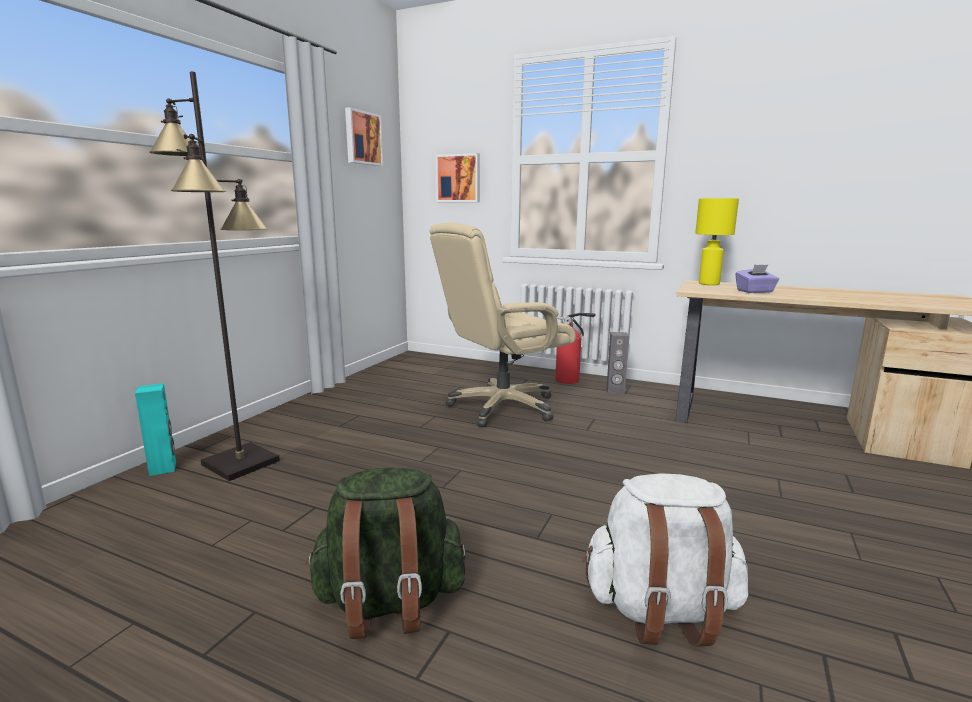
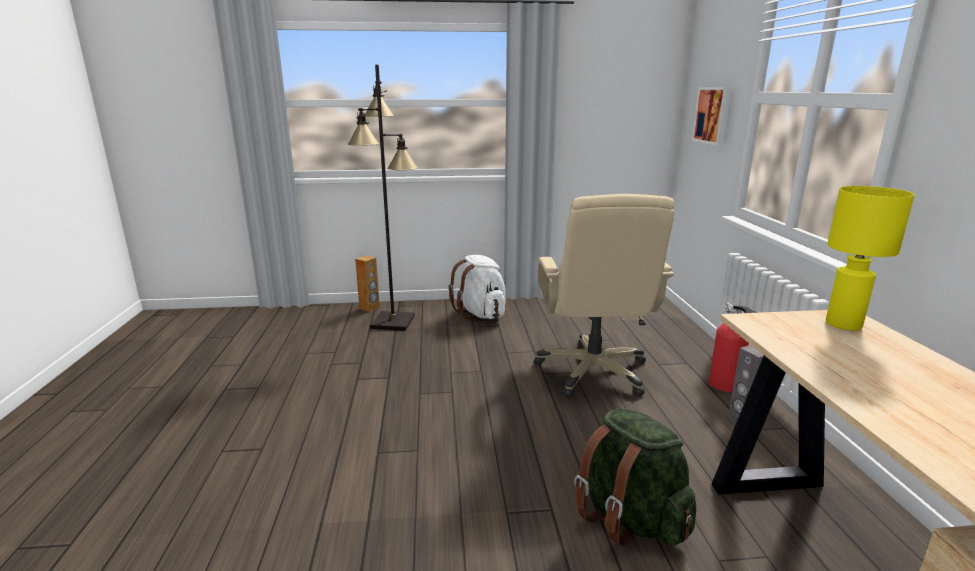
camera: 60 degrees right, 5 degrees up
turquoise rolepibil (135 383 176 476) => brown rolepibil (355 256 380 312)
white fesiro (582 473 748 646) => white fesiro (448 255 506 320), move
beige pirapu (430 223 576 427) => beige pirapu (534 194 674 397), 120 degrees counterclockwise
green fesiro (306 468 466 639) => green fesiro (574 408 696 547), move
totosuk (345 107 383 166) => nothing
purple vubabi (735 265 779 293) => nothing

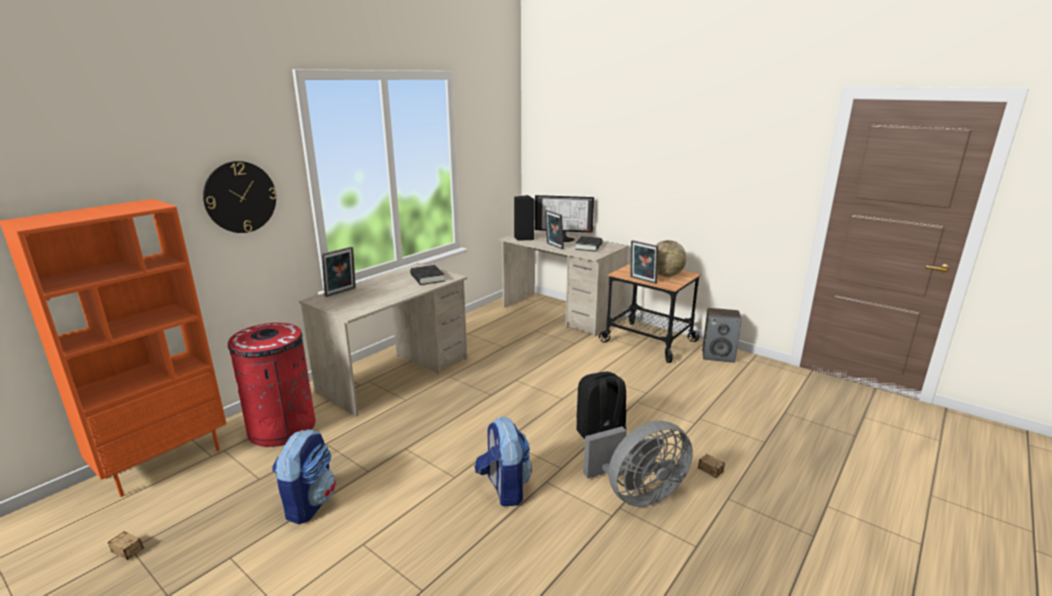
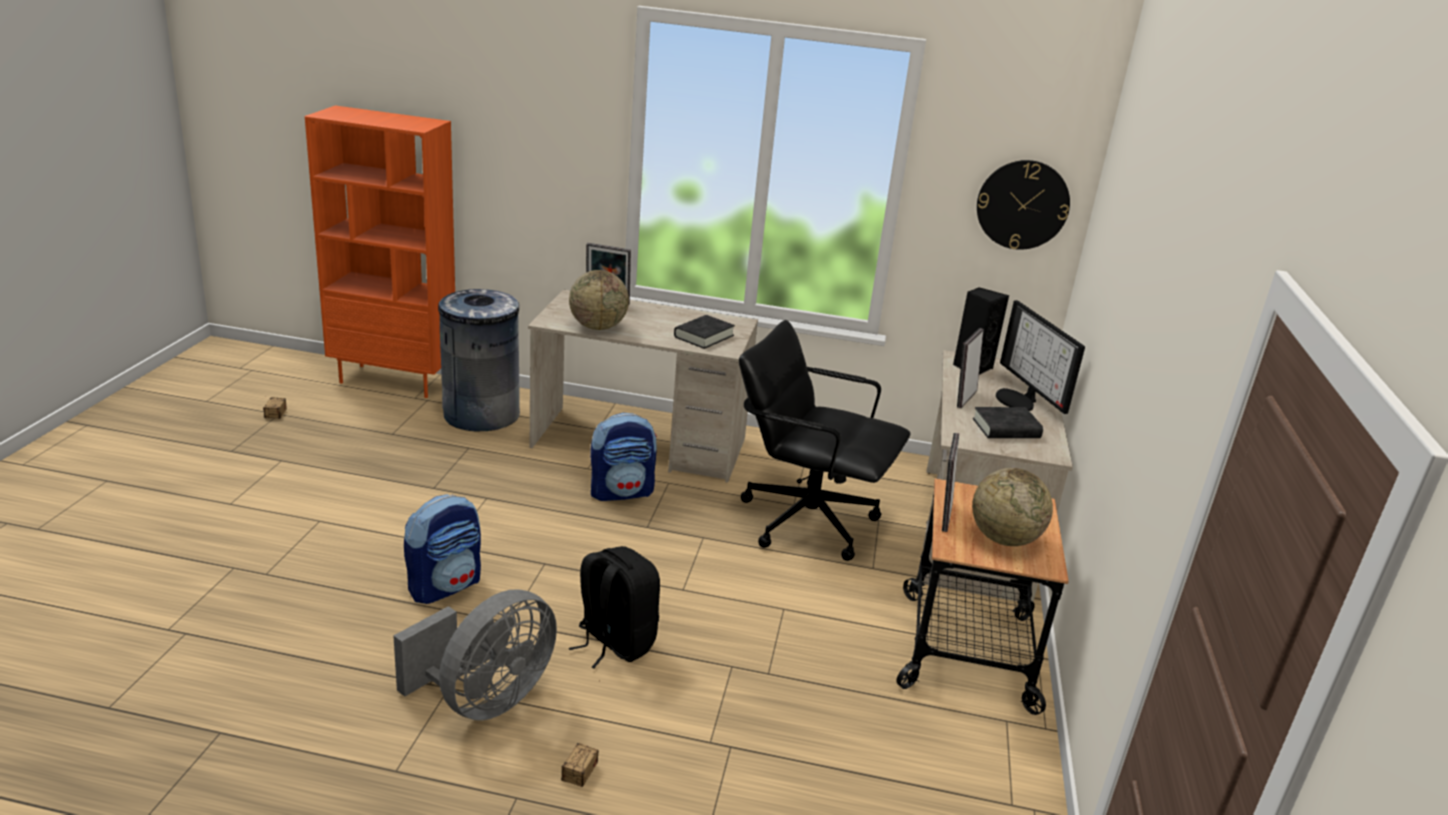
camera: 60 degrees right, 5 degrees up
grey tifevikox (583 421 693 507) => grey tifevikox (393 589 557 721), 90 degrees counterclockwise
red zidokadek (228 323 316 447) => grey zidokadek (438 289 520 431)
nothing => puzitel (569 270 629 330)
fesiro (272 429 336 524) => fesiro (590 413 657 501), move
nothing => black pirapu (739 320 910 561)
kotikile (203 161 277 233) => kotikile (977 160 1070 250), move
rolepibil (702 308 742 363) => nothing

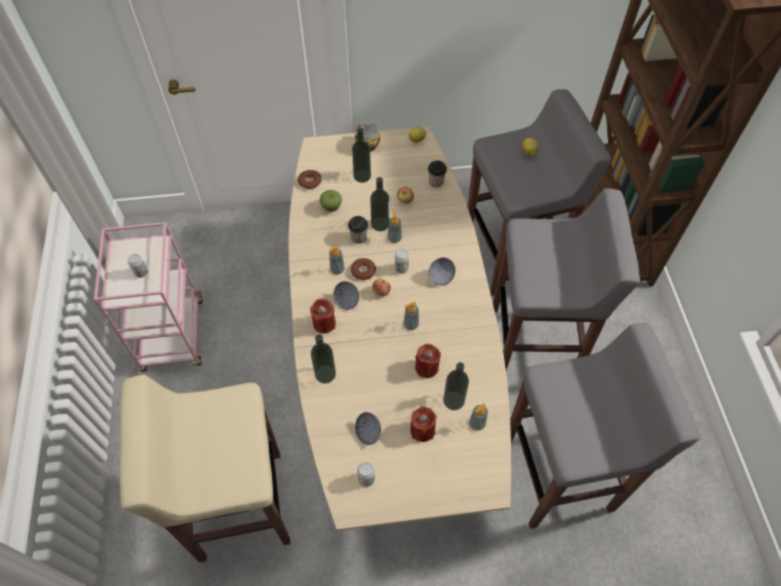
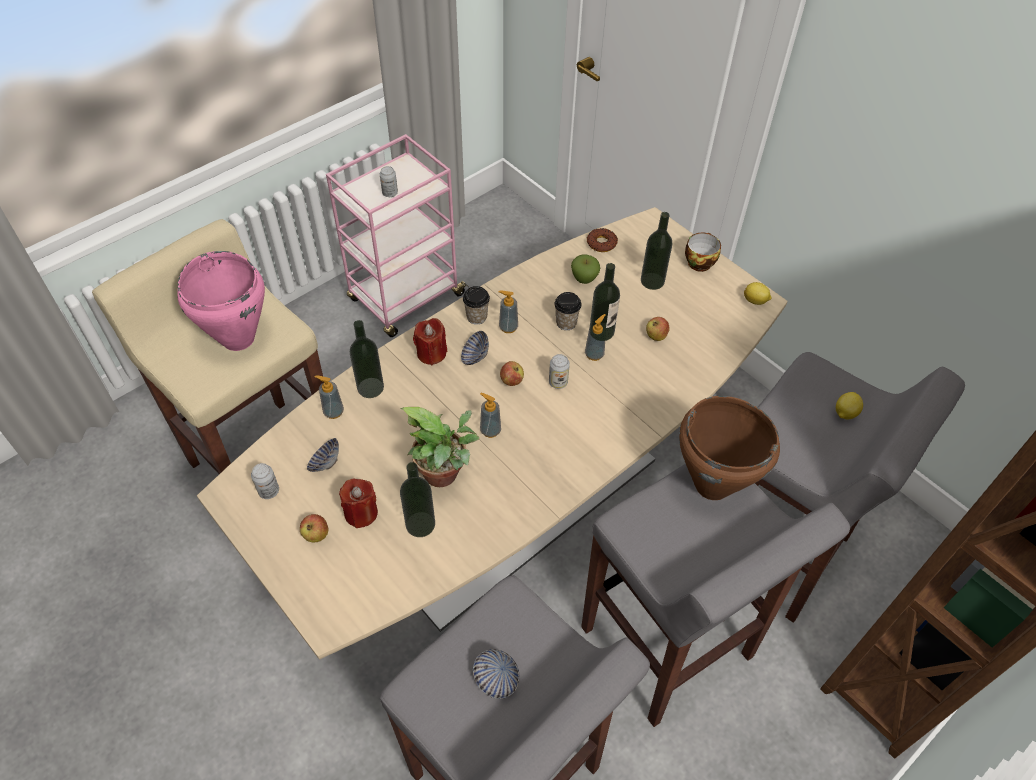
camera: 55 degrees right, 5 degrees down
nothing => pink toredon (177 251 265 351)
nothing => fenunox (300 514 328 542)
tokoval (469 403 488 431) => tokoval (315 375 344 419), move
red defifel (415 344 441 378) => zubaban (400 407 479 487)
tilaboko (428 160 447 188) => tilaboko (463 286 490 325), move
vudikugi (429 258 456 286) => vudikugi (473 649 519 699), move
nothing => brown toredon (679 396 780 500)
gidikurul (350 258 376 280) => nothing

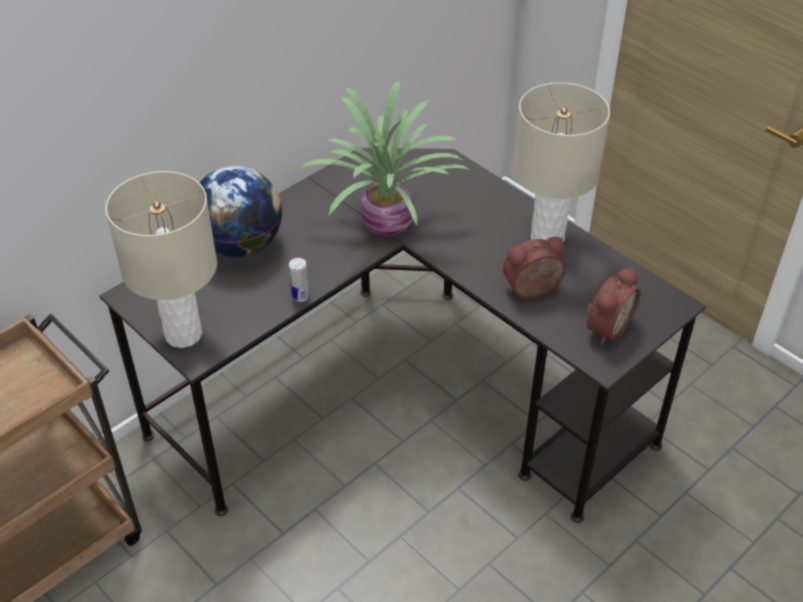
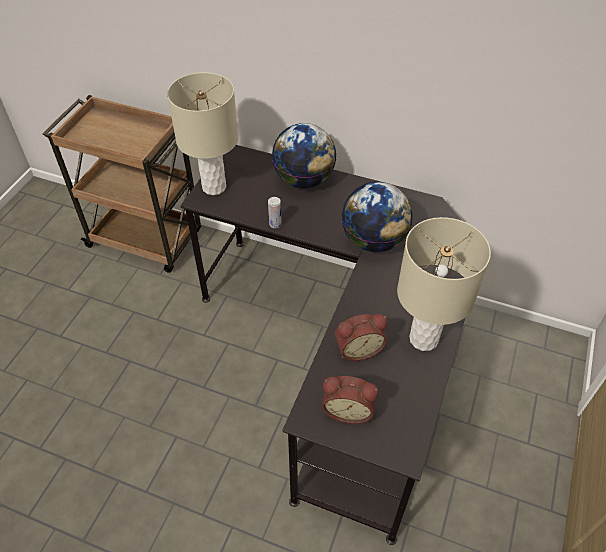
camera: 65 degrees right, 5 degrees up
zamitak (503 237 566 299) => zamitak (335 314 387 361), 120 degrees clockwise
zubaban (298 81 471 237) => puzitel (342 182 413 252)

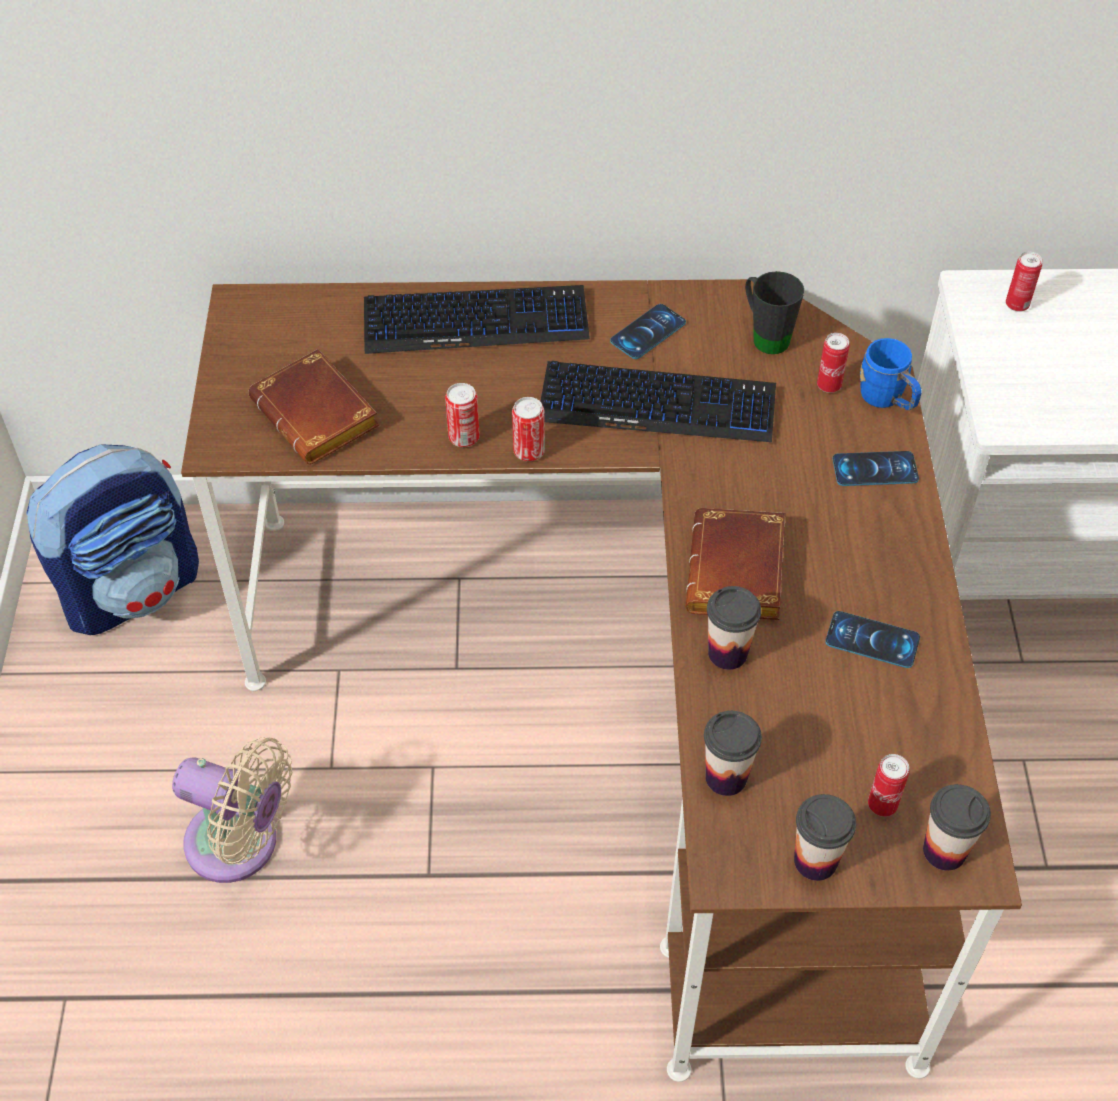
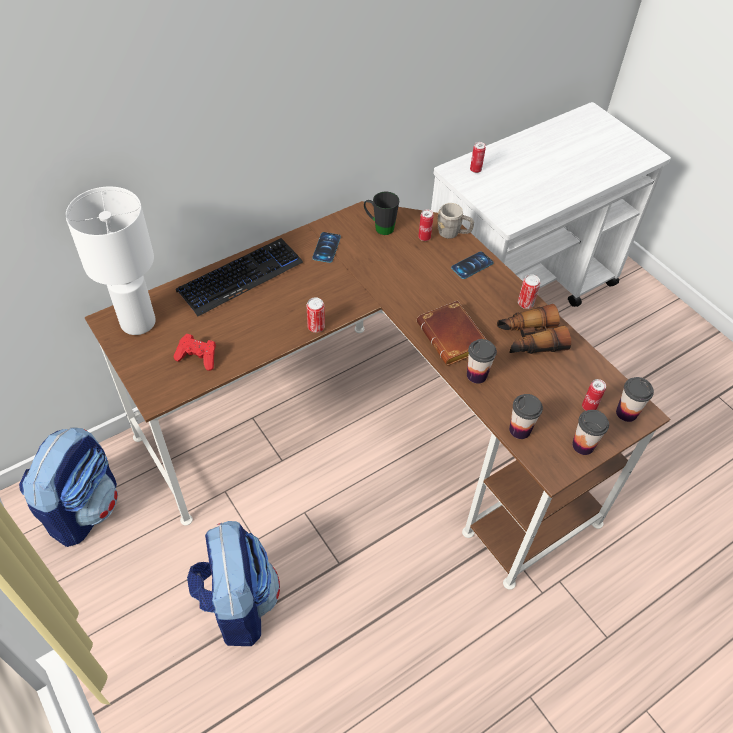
camera: 35 degrees left, 0 degrees up
nothing => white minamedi (66 187 156 335)
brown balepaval (248 349 379 464) => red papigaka (174 334 216 371)
beige tifevikox (172 737 292 883) => fesiro (187 521 280 646)
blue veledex (860 338 922 410) => grey veledex (437 203 474 239)
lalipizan (825 611 920 668) => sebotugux (497 304 571 354)
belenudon (445 383 480 447) => belenudon (518 274 540 309), move
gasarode (540 361 776 442) => nothing

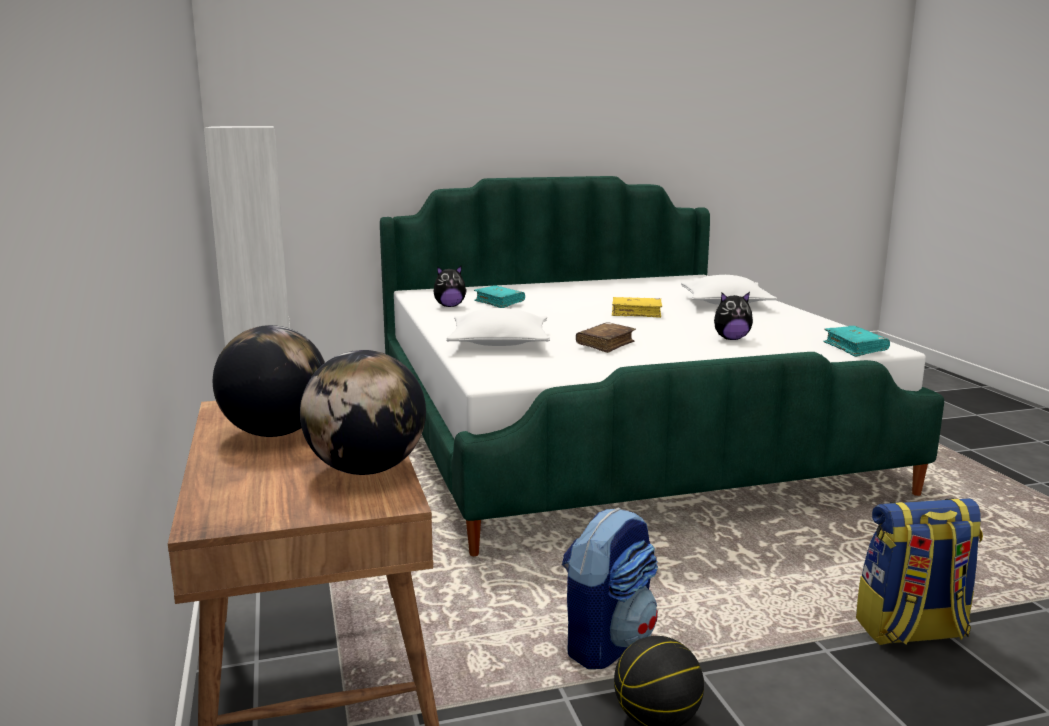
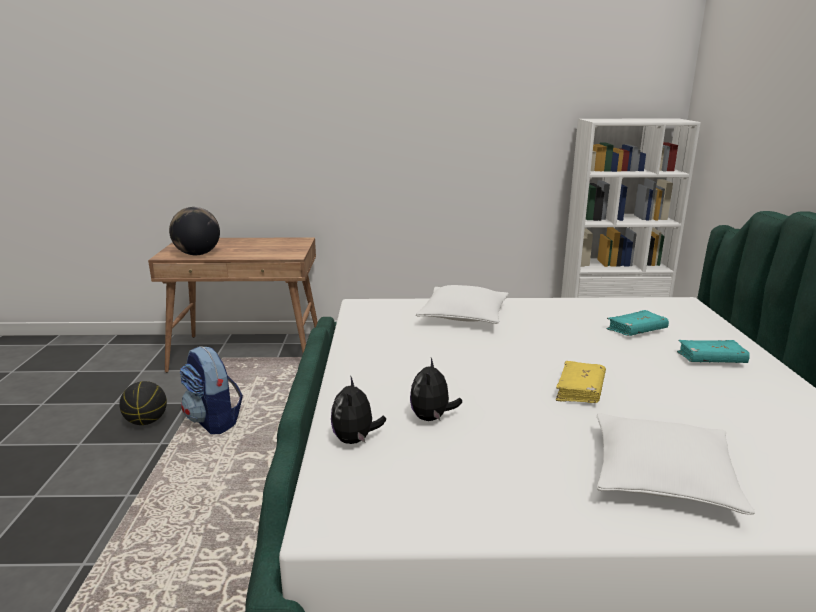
camera: 105 degrees right, 5 degrees up
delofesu (433 266 467 307) => delofesu (331 375 386 444), move
turquoise balepaval (823 326 890 357) => turquoise balepaval (677 340 750 363), move
puzitel (213 325 325 437) => nothing
brown balepaval (576 322 636 353) => nothing
fesiro (856 498 983 645) => nothing

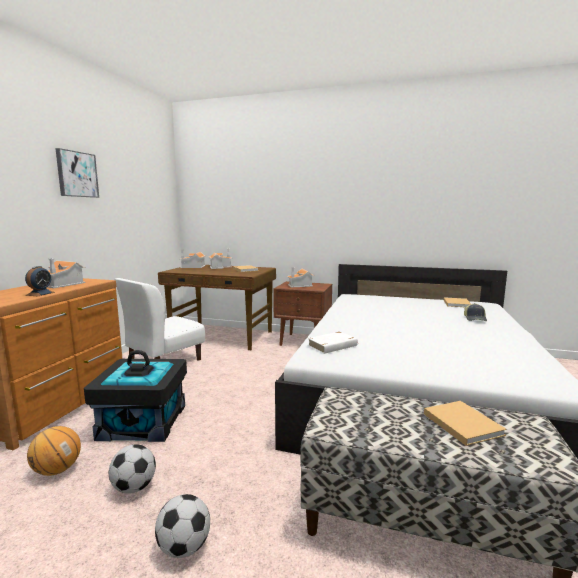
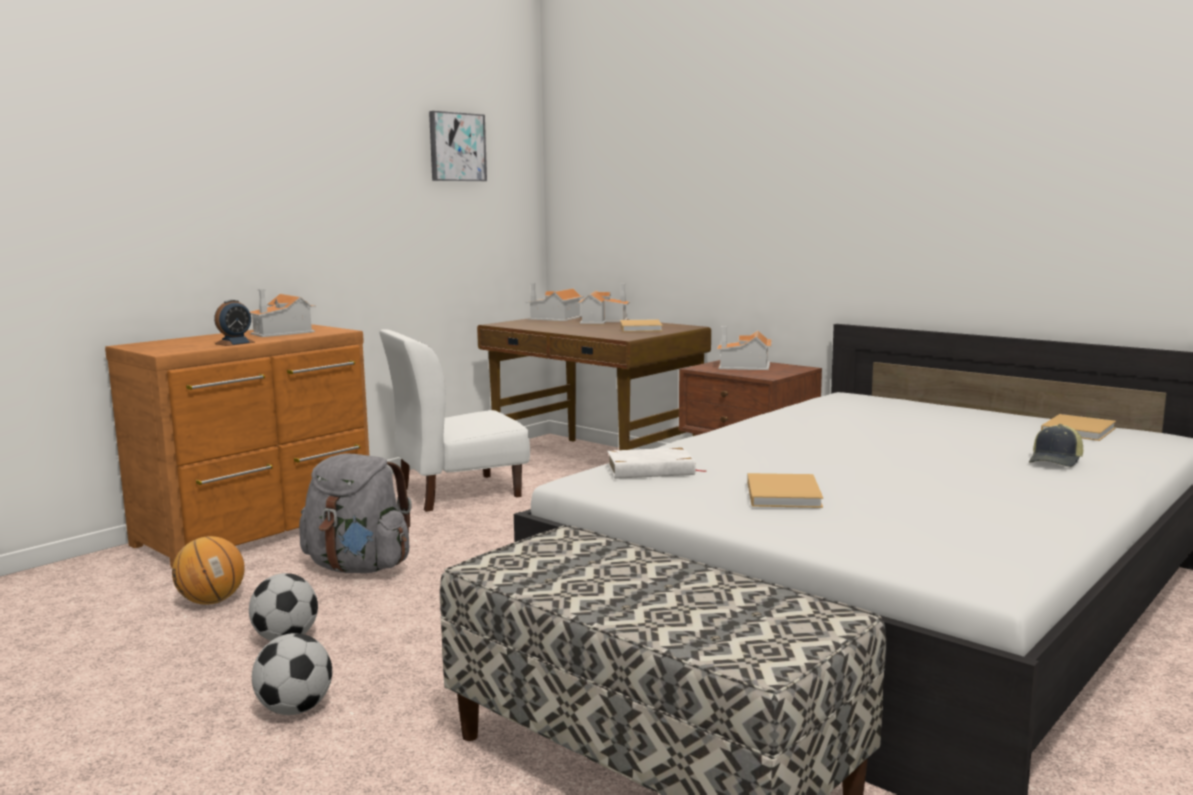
camera: 25 degrees right, 0 degrees up
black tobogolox (84 350 187 442) => grey fesiro (299 453 412 573)
totosuk (55 148 99 198) => totosuk (429 111 487 181), move
beige balepaval (424 401 507 446) => beige balepaval (747 473 823 508), move

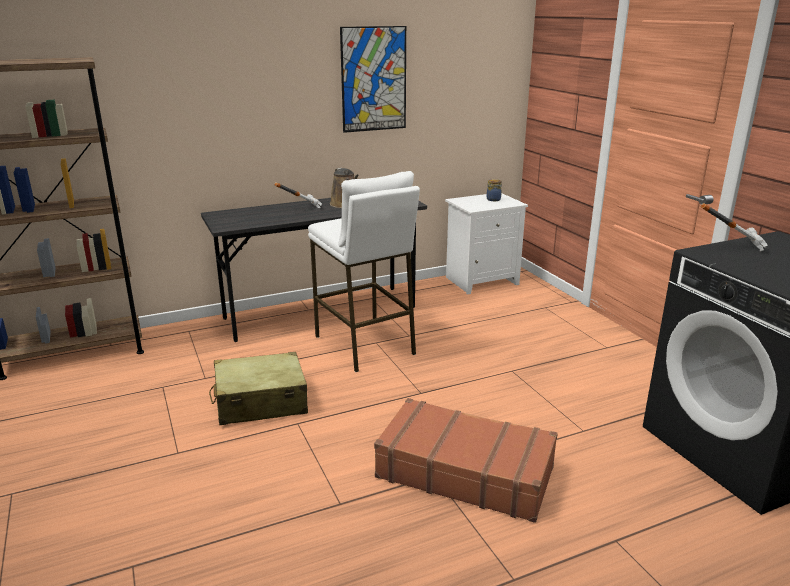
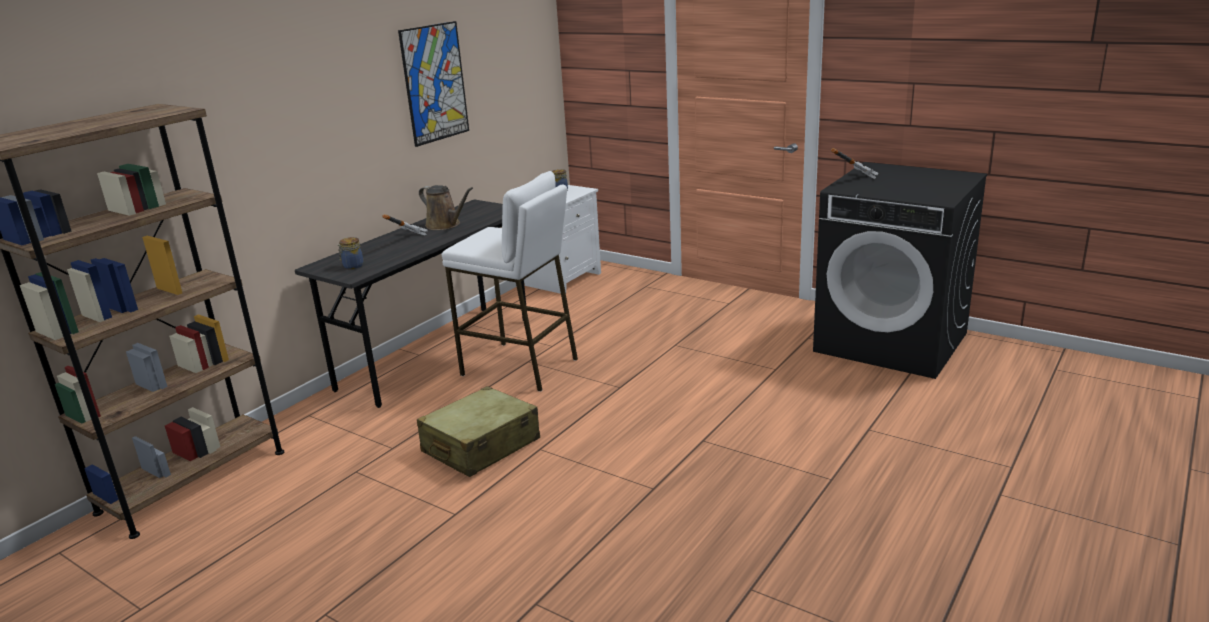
camera: 30 degrees left, 0 degrees up
nothing => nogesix (337 237 364 269)
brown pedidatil (374 398 558 523) => nothing

